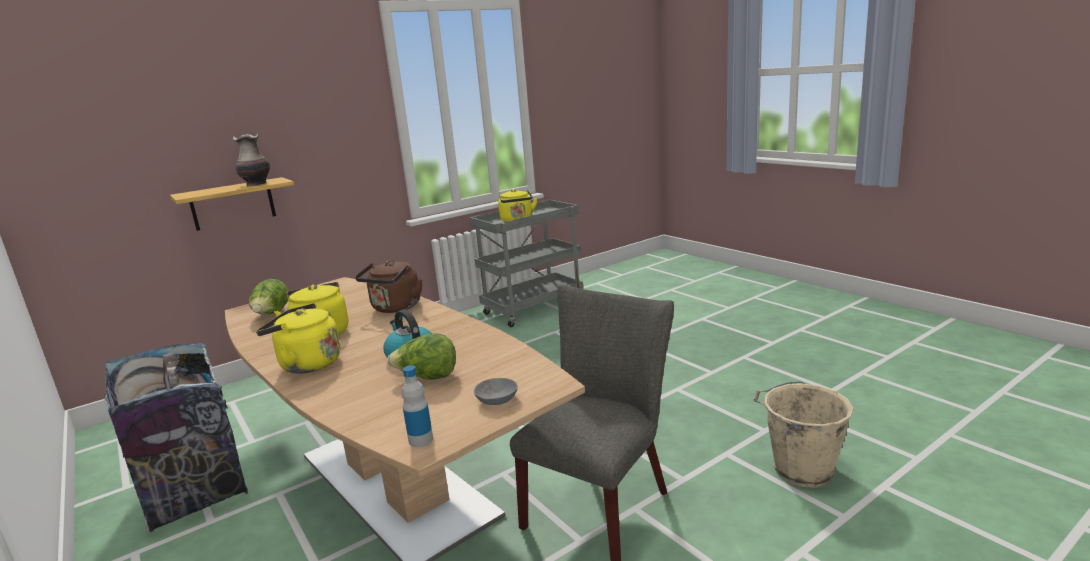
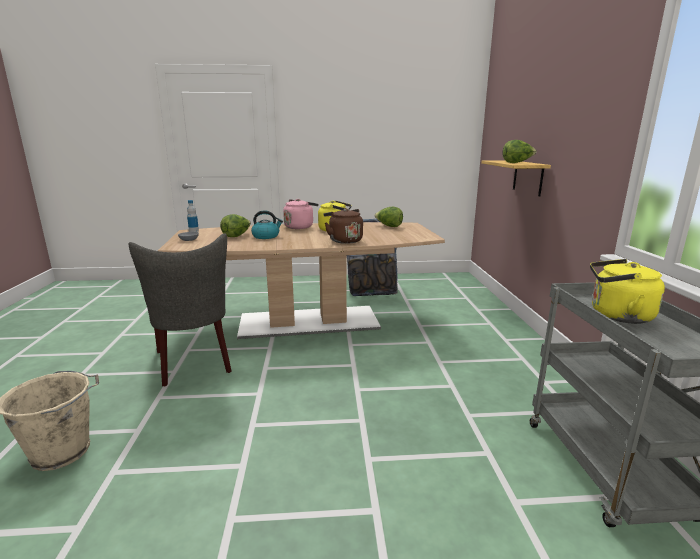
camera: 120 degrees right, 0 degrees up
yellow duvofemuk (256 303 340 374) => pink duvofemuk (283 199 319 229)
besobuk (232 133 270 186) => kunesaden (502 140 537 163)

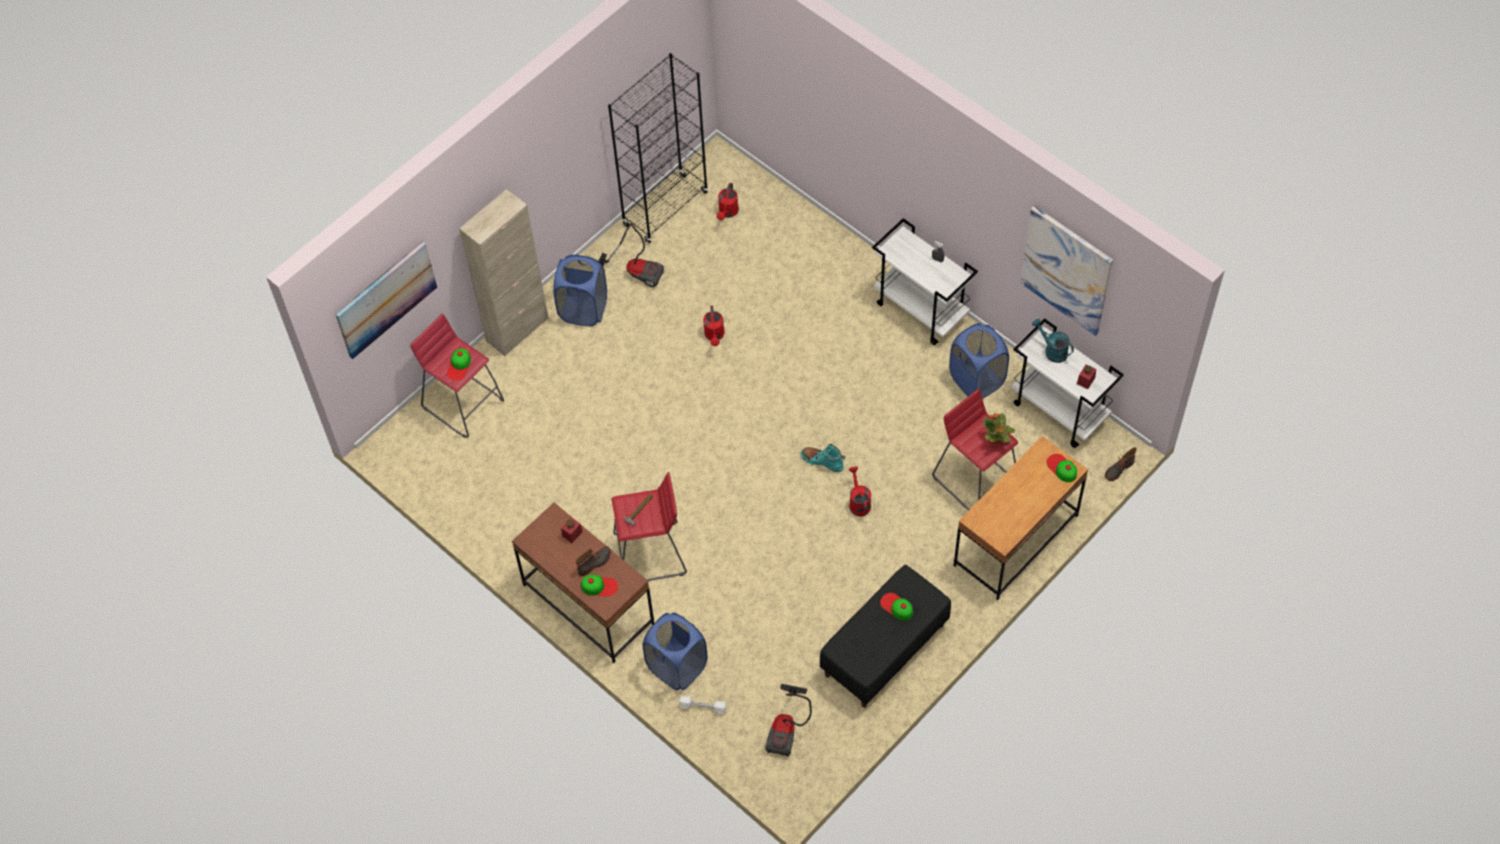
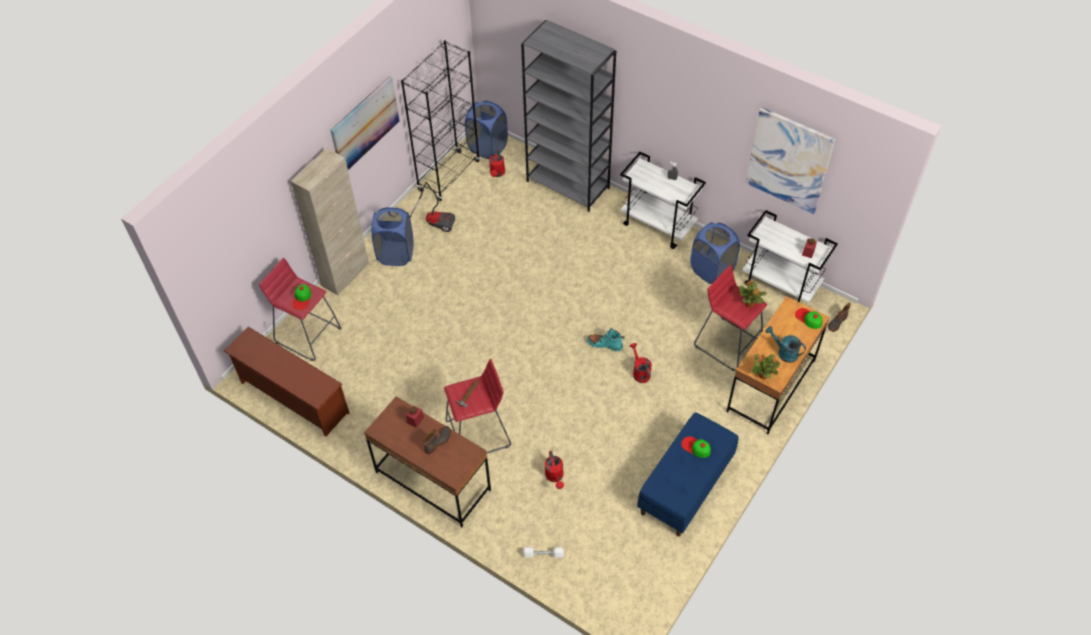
camera: 10 degrees left, 5 degrees down
nothing => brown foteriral (224 327 350 437)
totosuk (335 241 437 359) => totosuk (330 76 400 170), move
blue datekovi (643 613 708 690) => blue datekovi (465 101 508 159), move
nothing => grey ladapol (521 20 616 212)
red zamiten (703 306 725 346) => red zamiten (545 451 564 489), move
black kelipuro (820 565 951 708) => blue kelipuro (637 412 739 537)
nothing => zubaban (752 354 780 379)
turquoise zamiten (1032 319 1074 363) => turquoise zamiten (765 326 806 363), move
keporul (581 575 618 596) => nothing
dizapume (765 684 812 757) => nothing

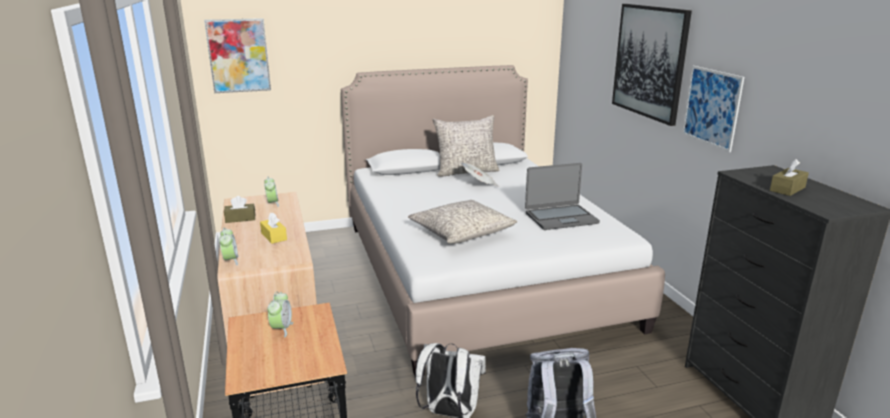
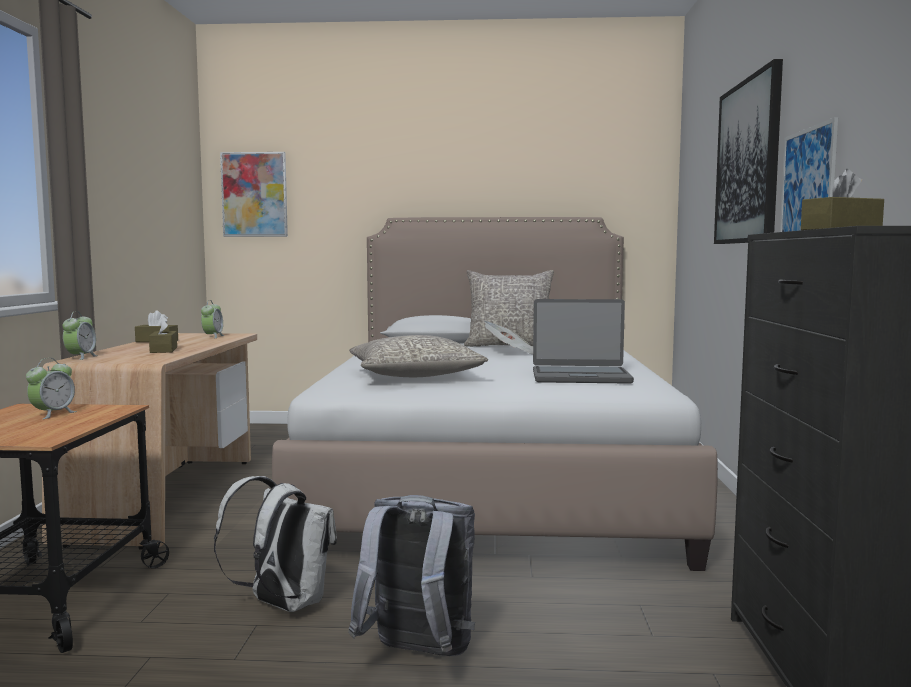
camera: 20 degrees right, 15 degrees down
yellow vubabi (260 212 287 244) => brown vubabi (149 317 177 353)

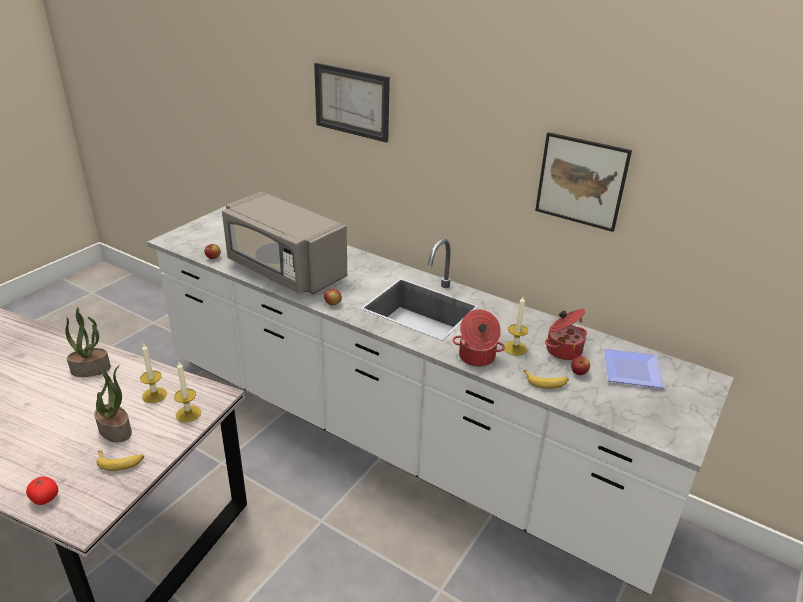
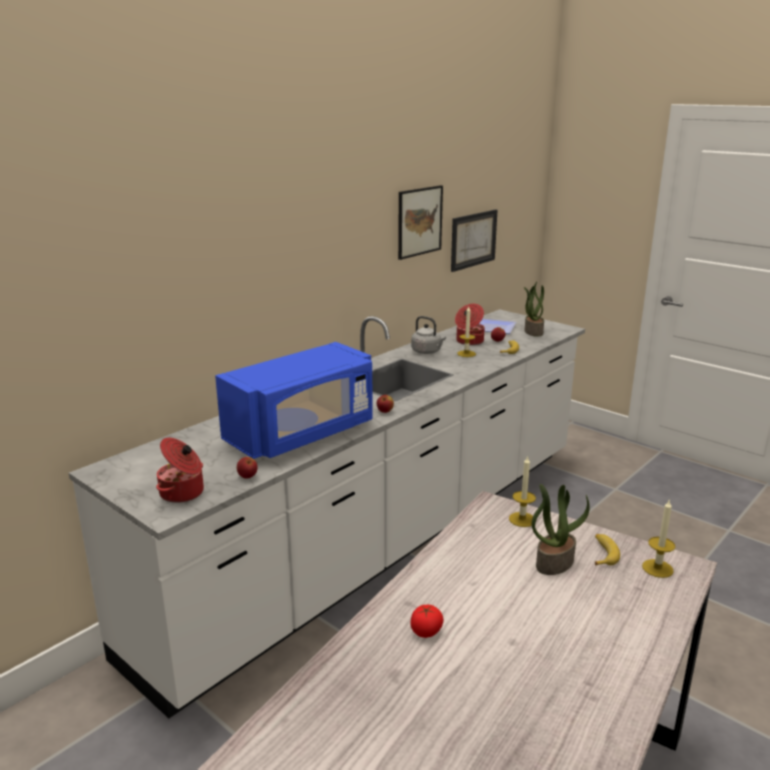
camera: 80 degrees left, 10 degrees down
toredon (452 309 505 367) => toredon (156 438 204 503), move
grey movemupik (222 192 347 294) => blue movemupik (215 342 373 459)
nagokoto (26 477 58 505) => nagokoto (410 605 444 638), move
nothing => grey duvofemuk (411 316 446 354)
totosuk (314 63 390 143) => totosuk (451 209 497 272), move
zubaban (65 307 111 377) => zubaban (524 282 544 337), move
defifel (140 343 167 403) => defifel (642 499 675 578), move

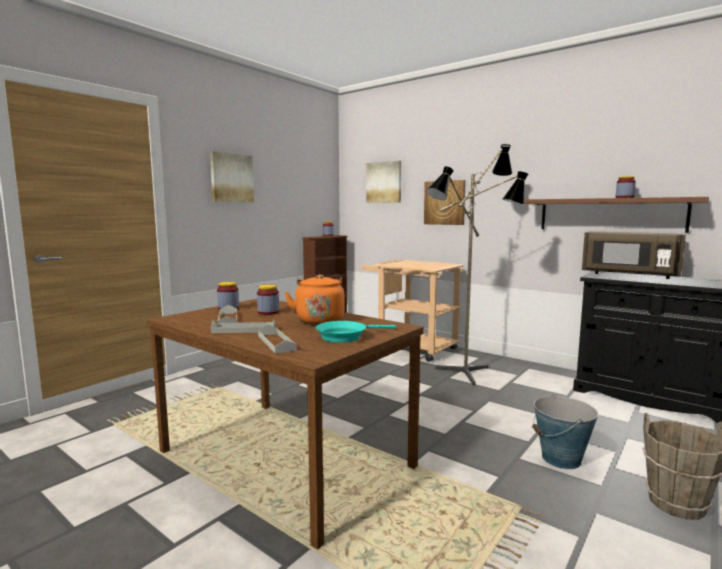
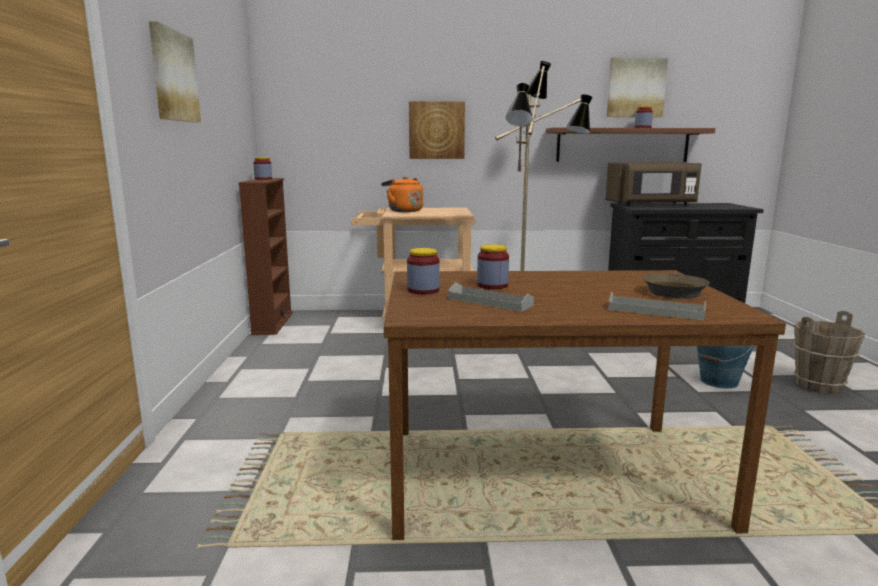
camera: 40 degrees left, 5 degrees up
orange duvofemuk (284 274 345 325) => orange duvofemuk (381 176 423 212), move
totosuk (367 161 401 203) => totosuk (607 57 668 117), move
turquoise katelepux (316 321 396 343) => brown katelepux (642 272 710 299)
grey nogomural (211 319 275 333) => nothing

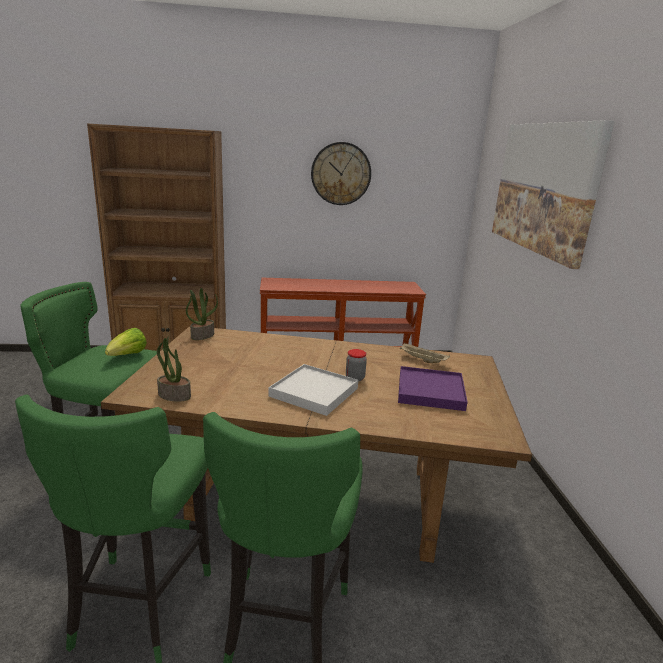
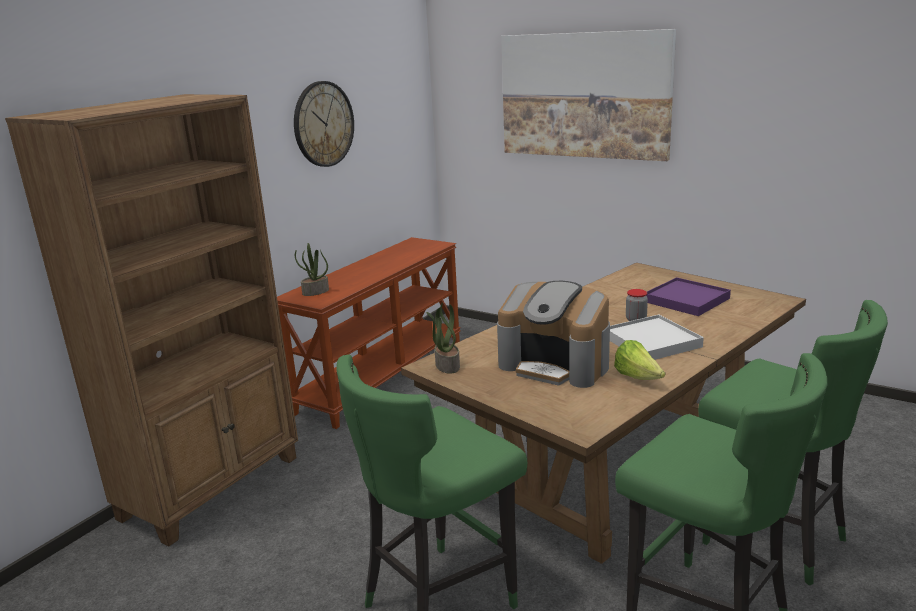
camera: 50 degrees left, 0 degrees up
zubaban (157 336 191 402) => zubaban (295 243 329 296), move
nothing => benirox (497 281 610 388)
kunesaden (105 328 147 356) => kunesaden (614 340 665 380), move
beige nogomural (400 343 450 363) => nothing

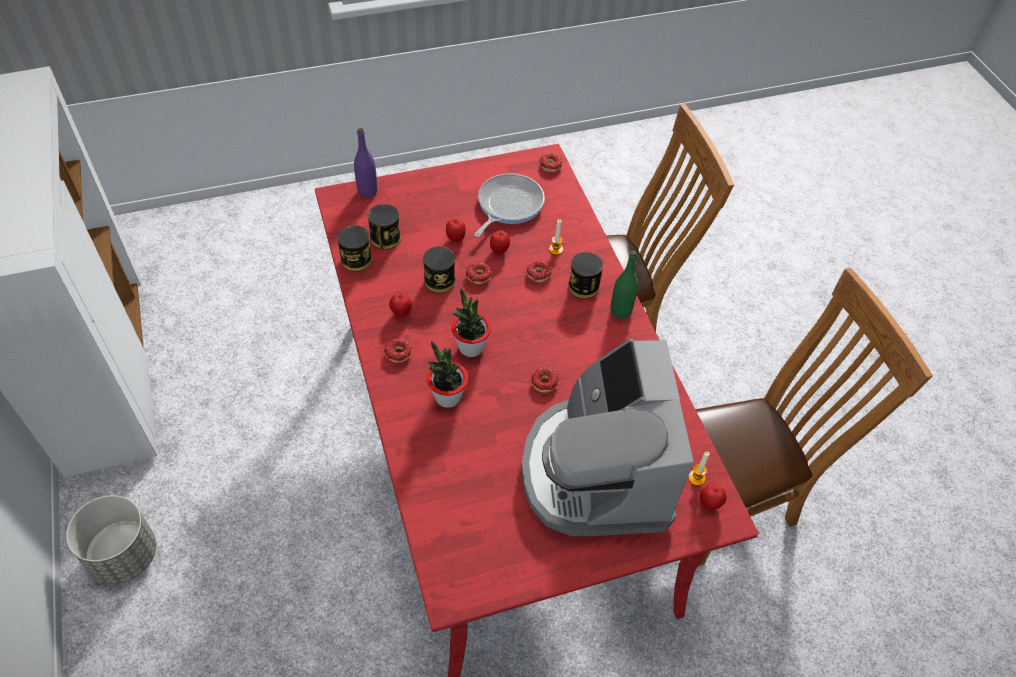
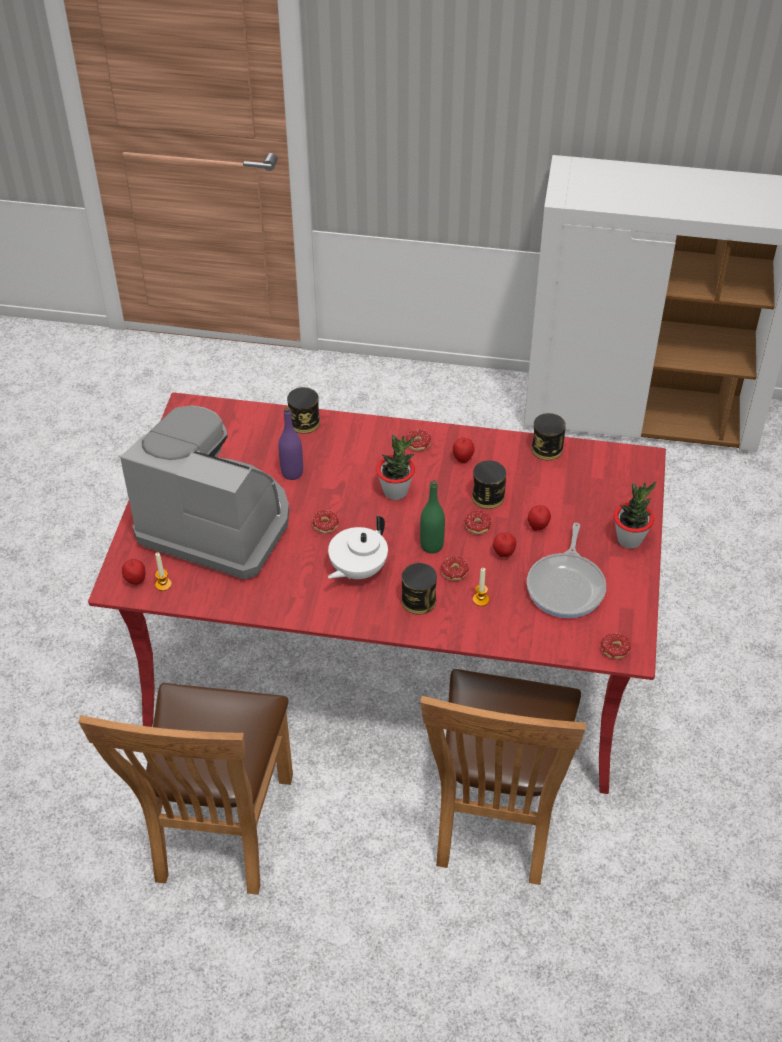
camera: 120 degrees right, 5 degrees down
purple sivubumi (354 128 377 198) => purple sivubumi (278 407 303 480), move
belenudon (368 204 401 249) => belenudon (287 387 320 434), move
nothing => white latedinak (328 515 388 580)
green sivubumi (611 250 638 319) => green sivubumi (420 480 445 554), move
katelepux (474 173 545 237) => katelepux (527 523 606 618), 45 degrees clockwise
zubaban (427 341 468 408) => zubaban (614 481 656 549), move
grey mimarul (66 495 156 584) => nothing

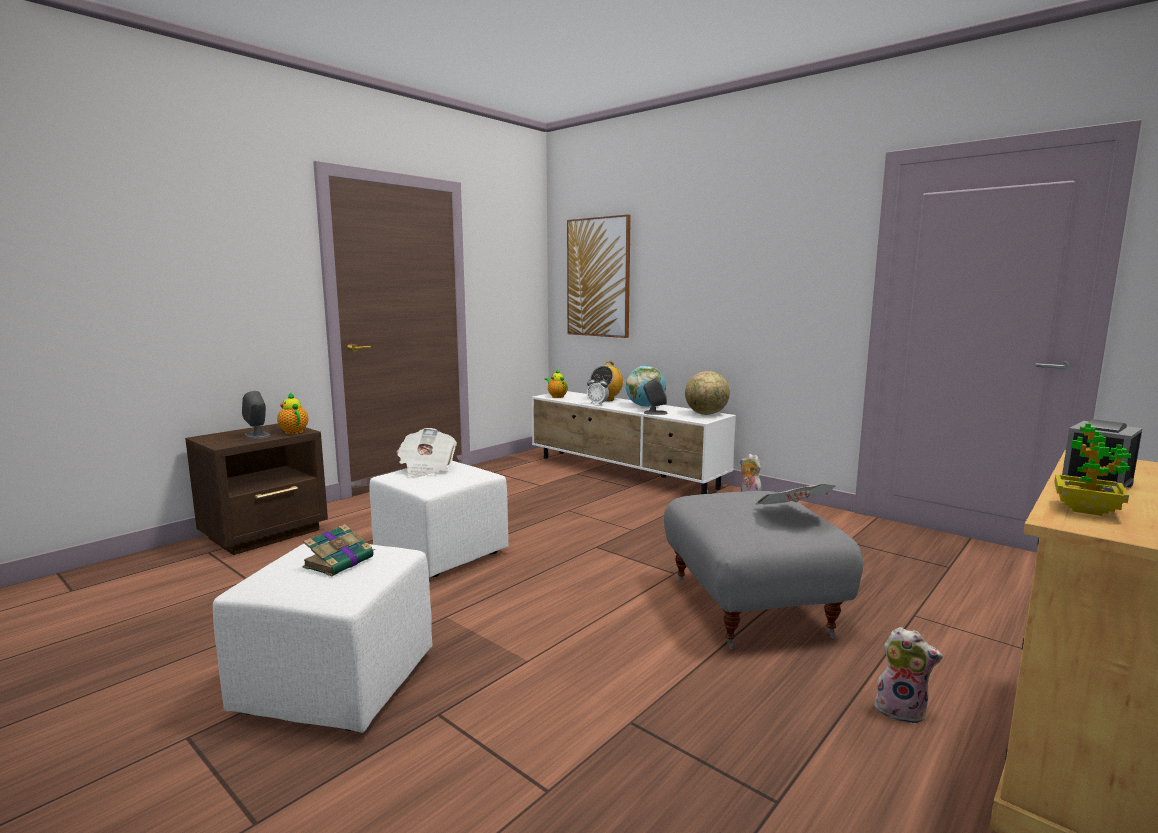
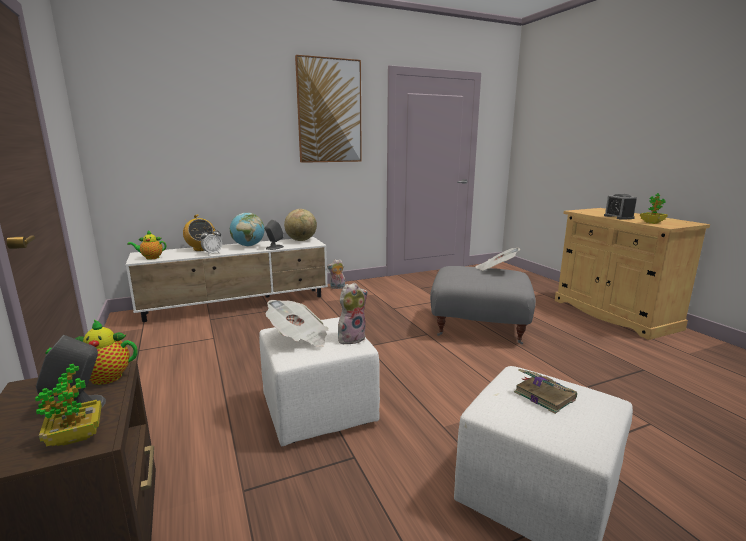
camera: 65 degrees left, 5 degrees up
nothing => zubaban (35 364 102 447)
totosuk (567 214 631 338) => totosuk (295 55 362 163), move
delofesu (874 627 943 724) => delofesu (338 282 368 344), move

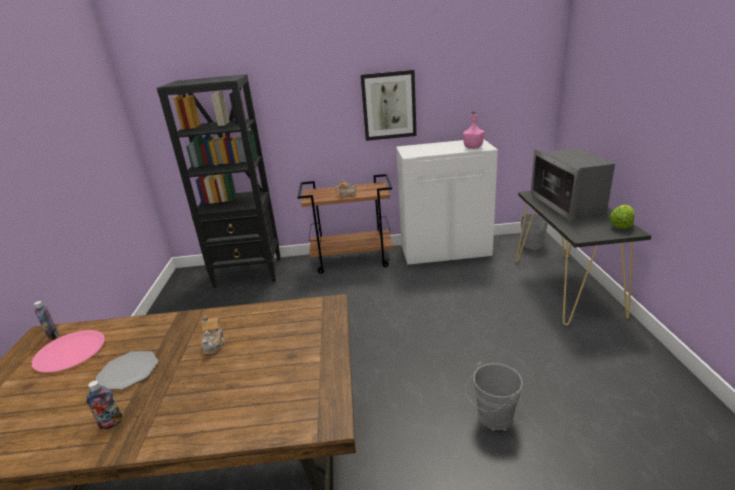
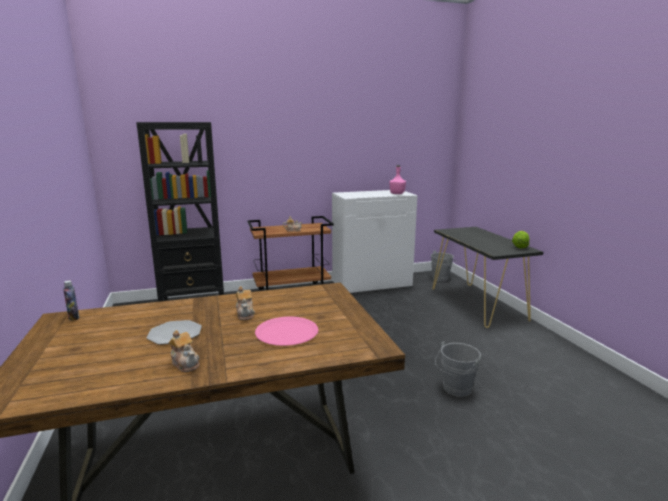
camera: 15 degrees left, 10 degrees down
sivubumi (86 380 122 429) => latedinak (168 330 200 372)
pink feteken (32 330 105 373) => pink feteken (255 317 318 346), move
totosuk (360 70 417 141) => nothing
movemupik (531 148 615 222) => nothing

